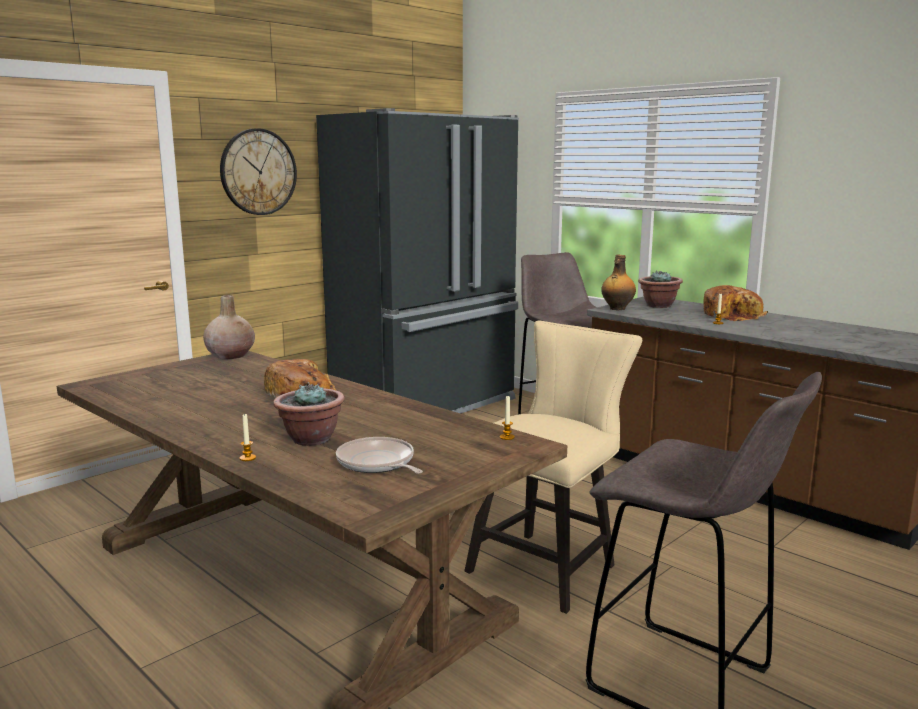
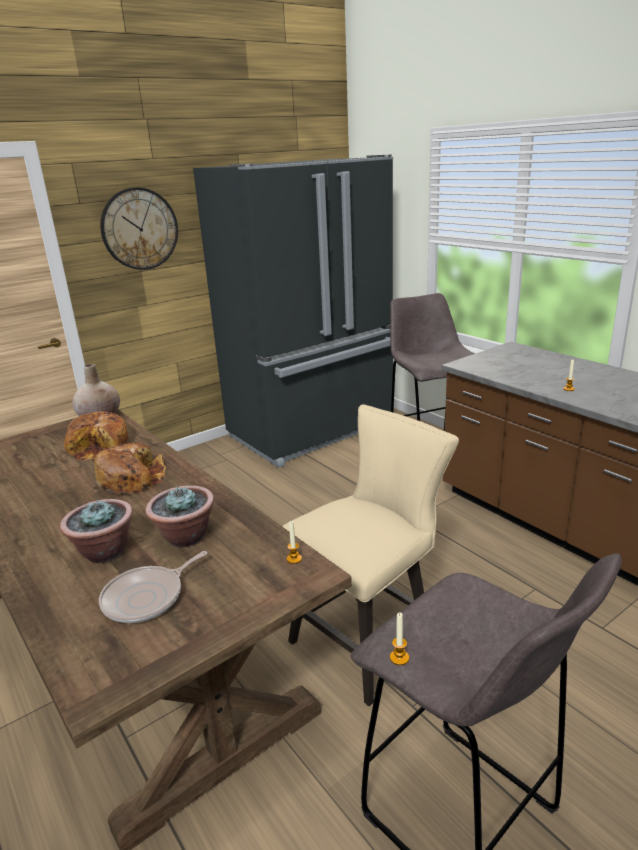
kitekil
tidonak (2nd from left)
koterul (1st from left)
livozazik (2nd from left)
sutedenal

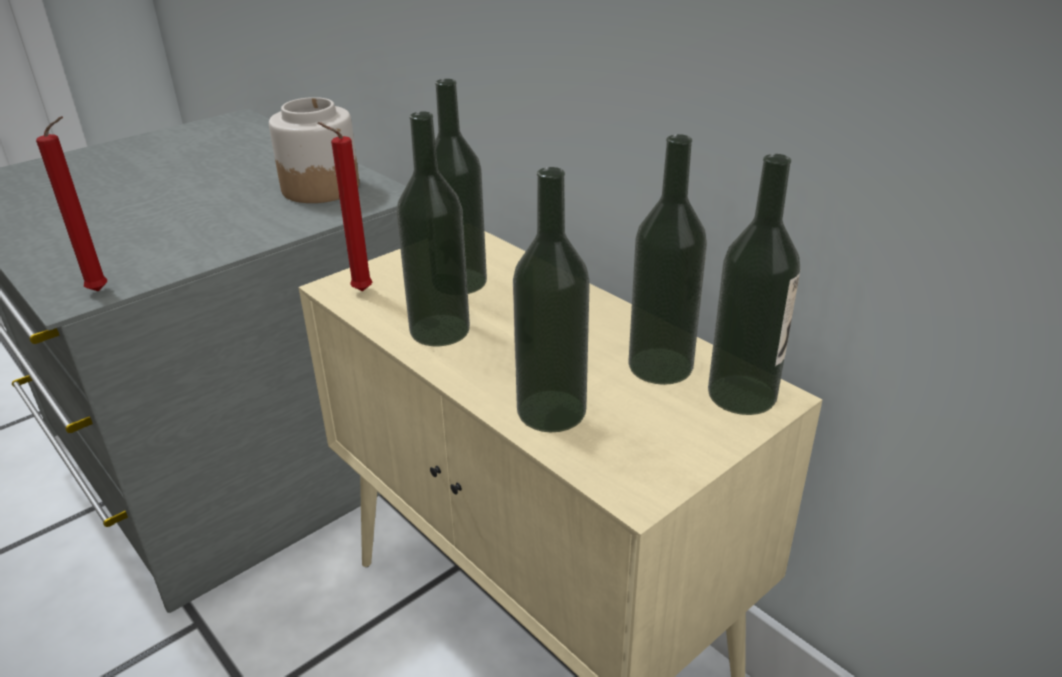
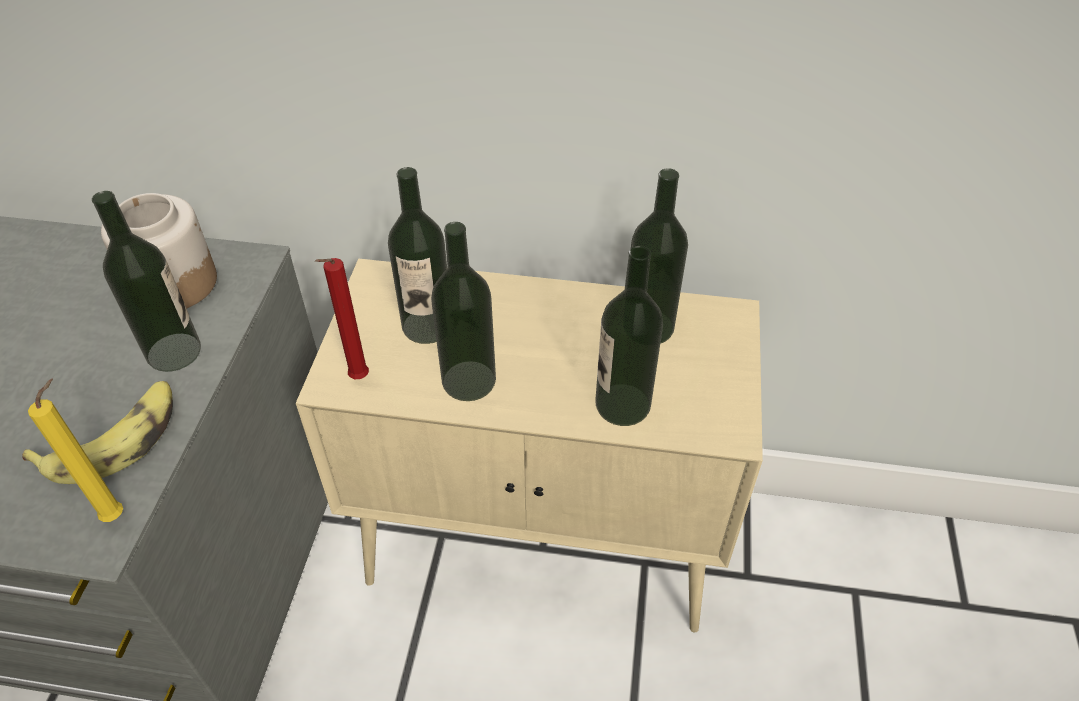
yellow livozazik
kitekil (1st from left)
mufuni

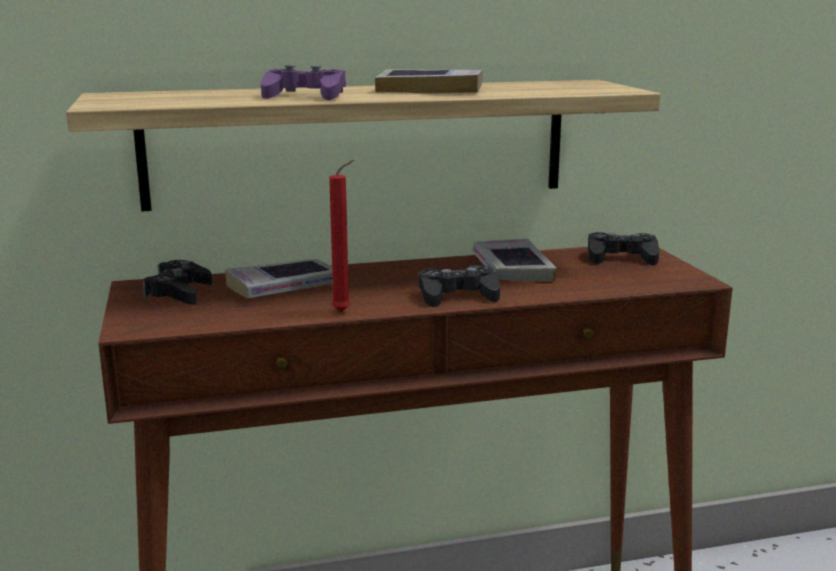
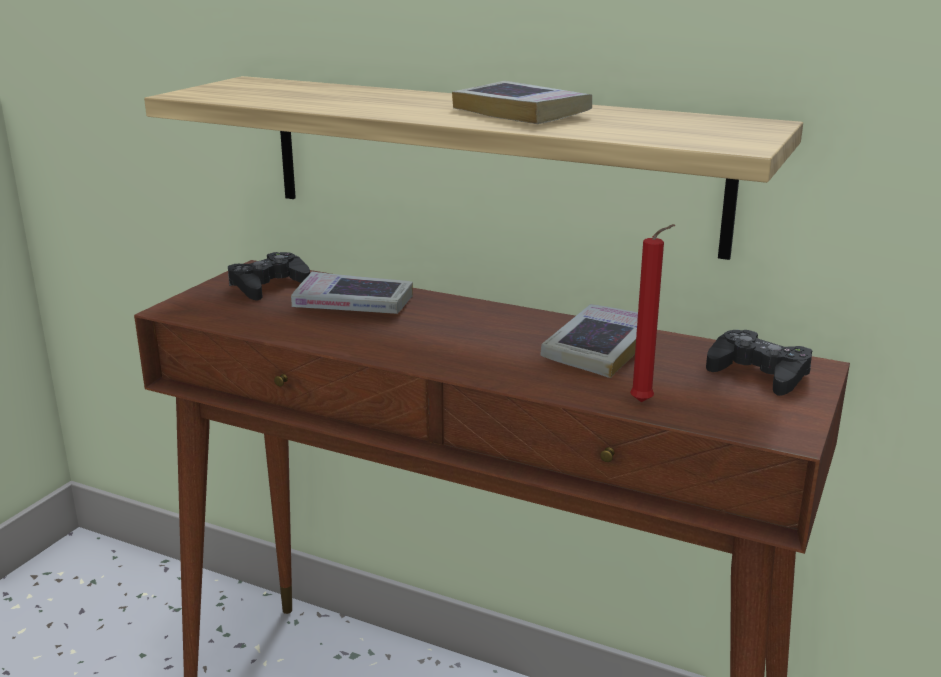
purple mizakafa
red livozazik
black mizakafa (2nd from left in the first image)

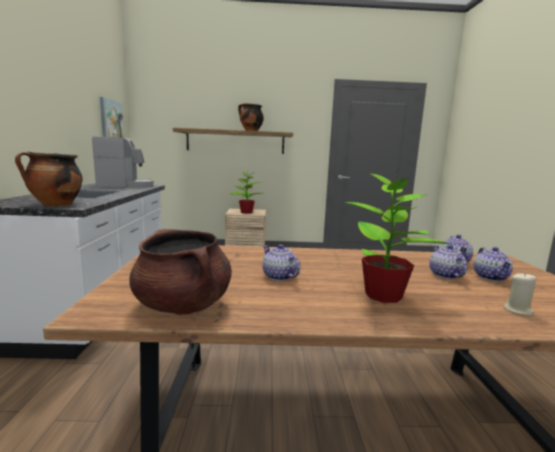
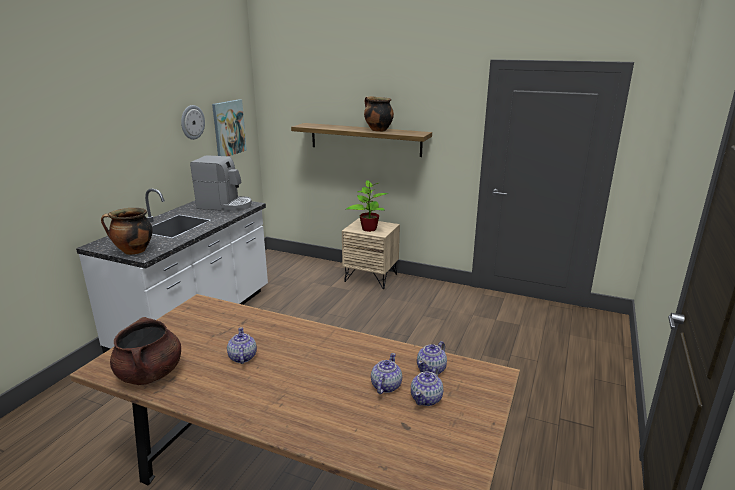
tidonak (2nd from left in the first image)
beige livozazik
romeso

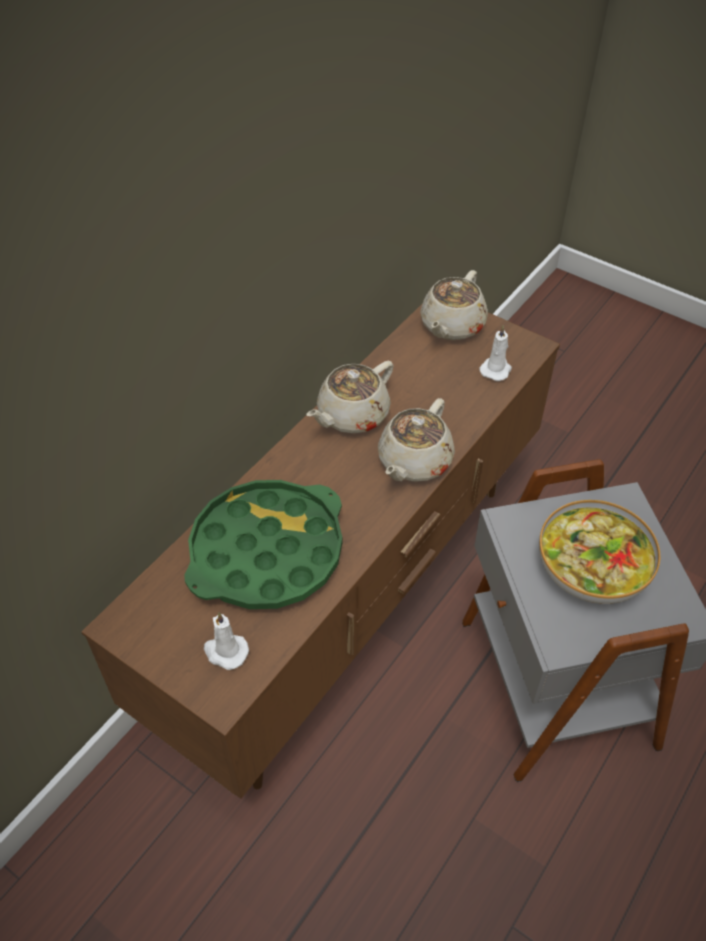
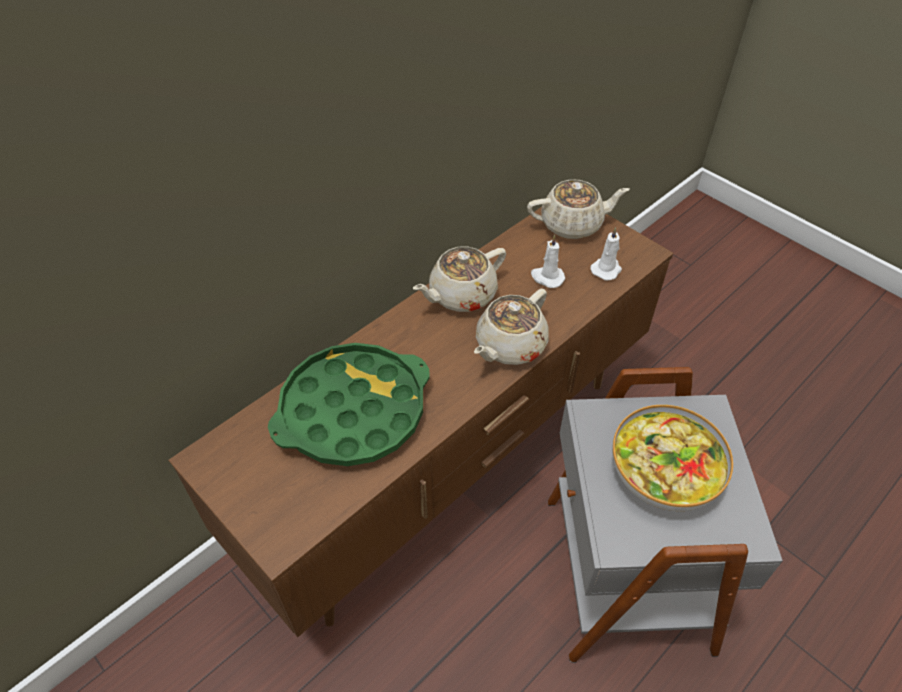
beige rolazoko (3rd from left)
white livozazik (1st from left)

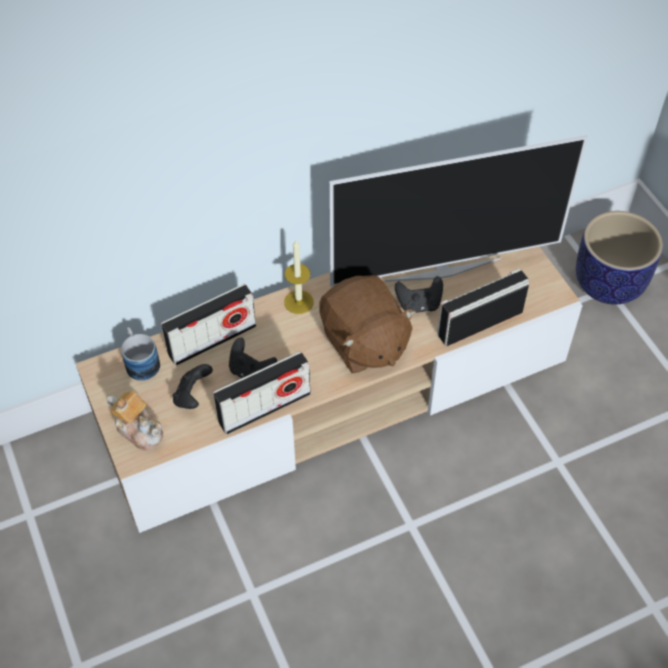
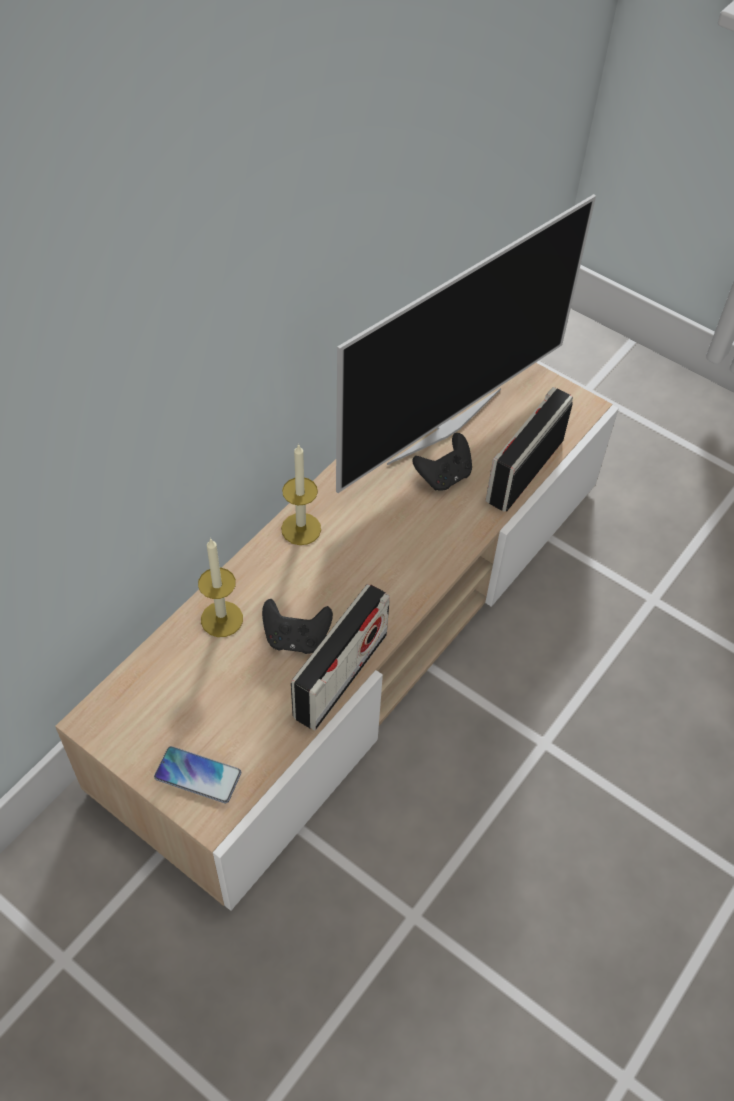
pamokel
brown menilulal
livozazik (1st from left)
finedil
black mizakafa (1st from left in the first image)
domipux

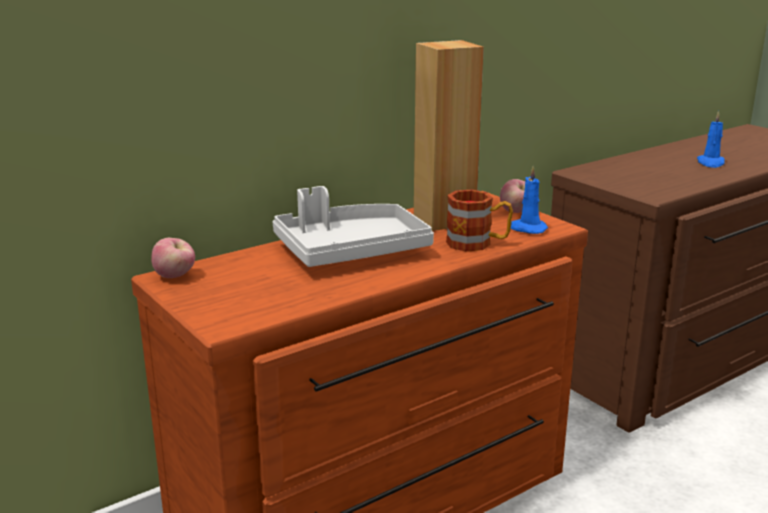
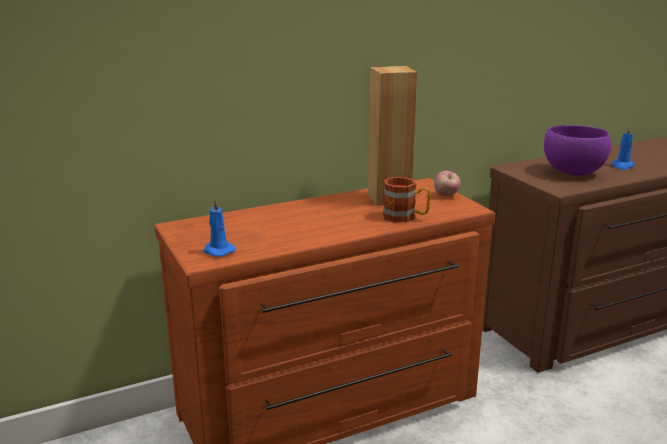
blue livozazik (1st from left)
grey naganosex
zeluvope (1st from left in the first image)
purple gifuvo

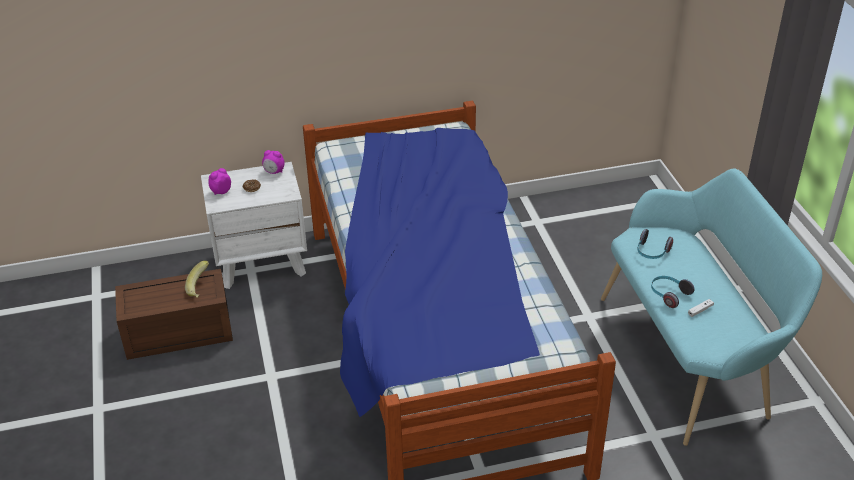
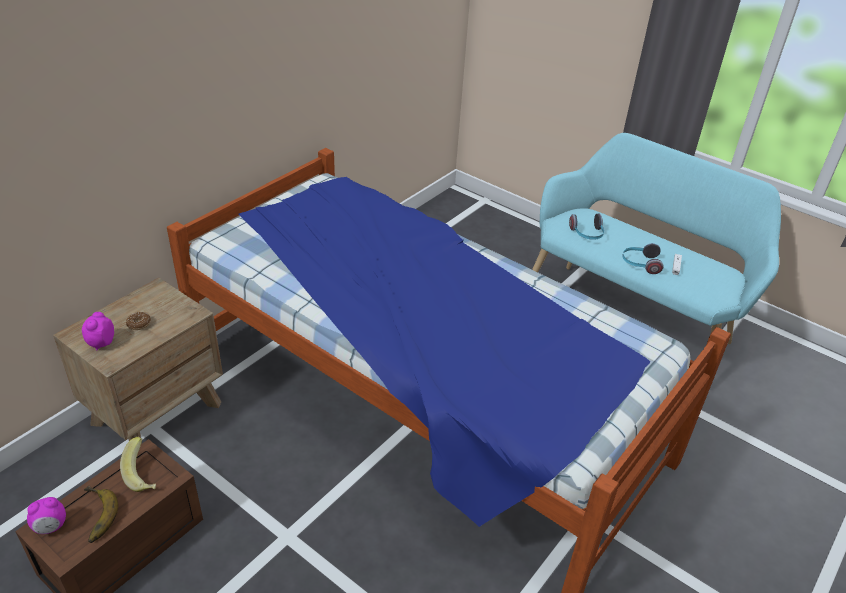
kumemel (1st from left)
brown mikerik
mufuni (1st from left)

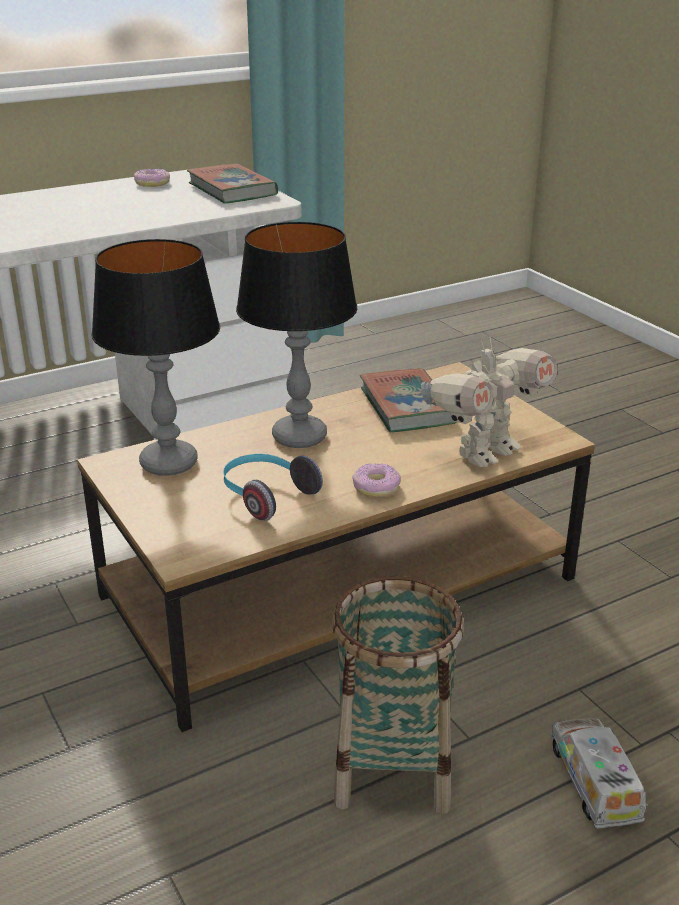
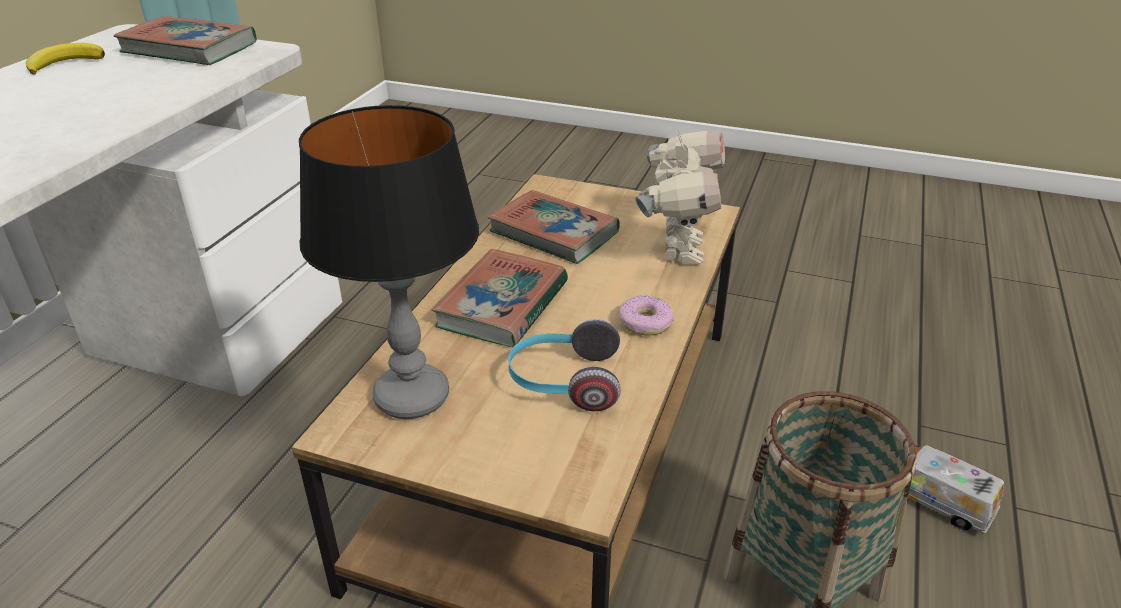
mufuni
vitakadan (2nd from left)

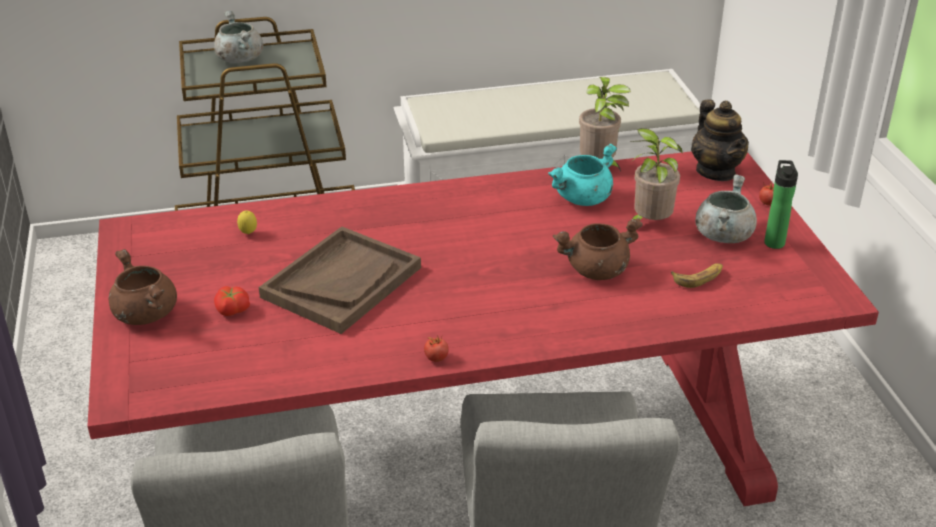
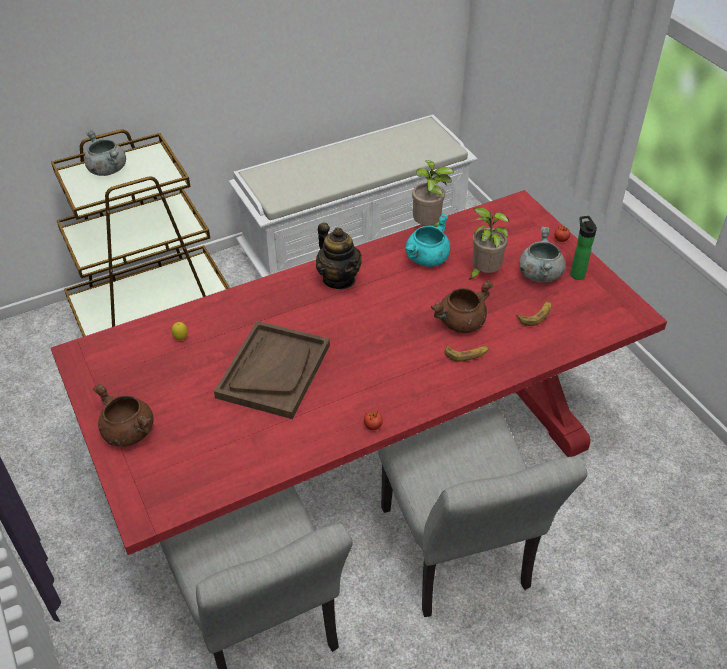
rolazoko
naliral (1st from left in the first image)
mufuni (1st from left)

